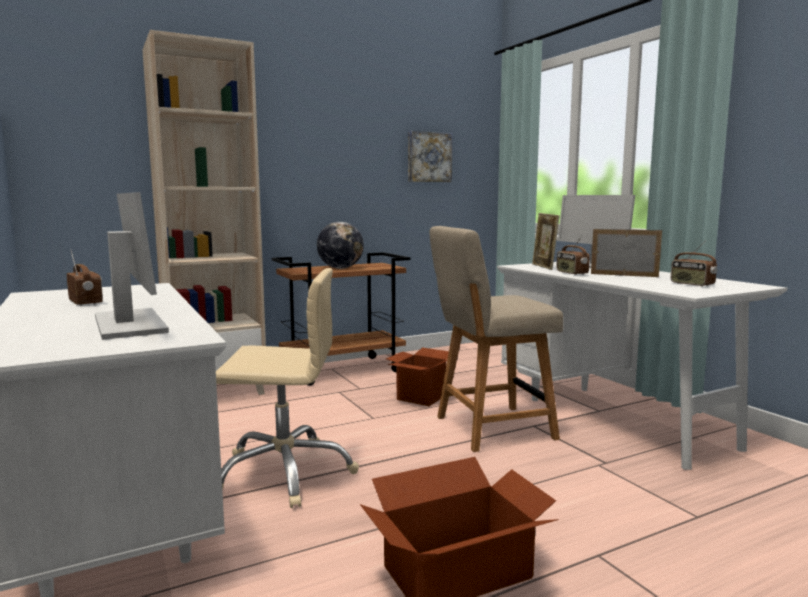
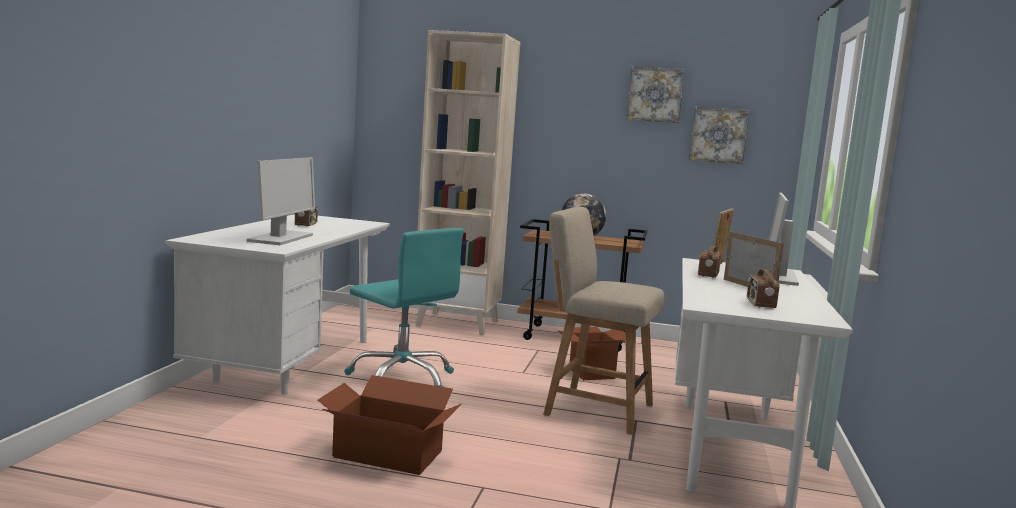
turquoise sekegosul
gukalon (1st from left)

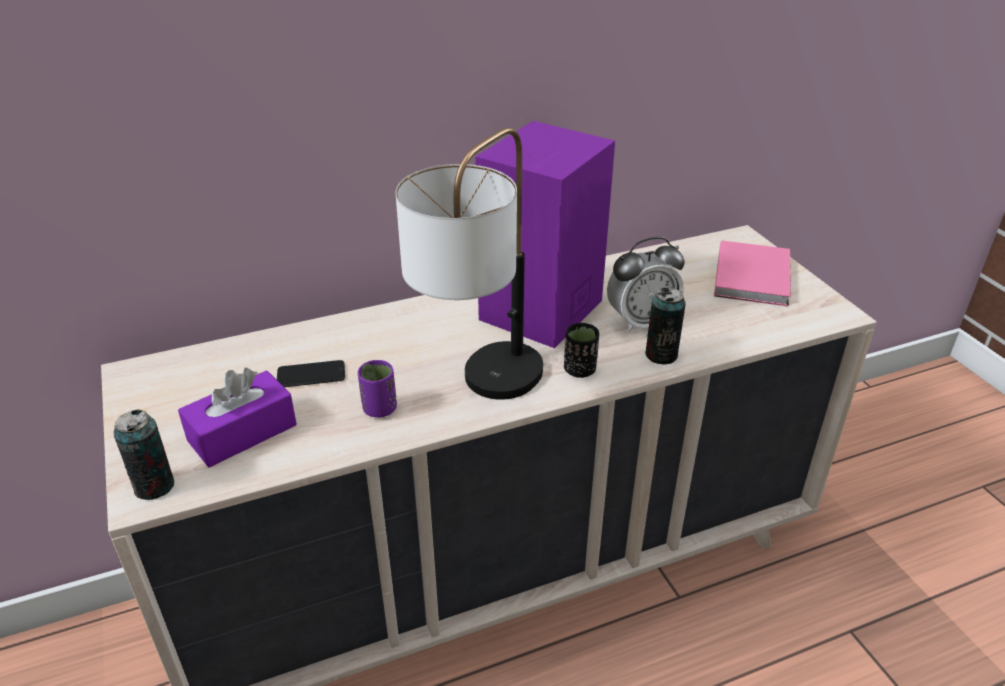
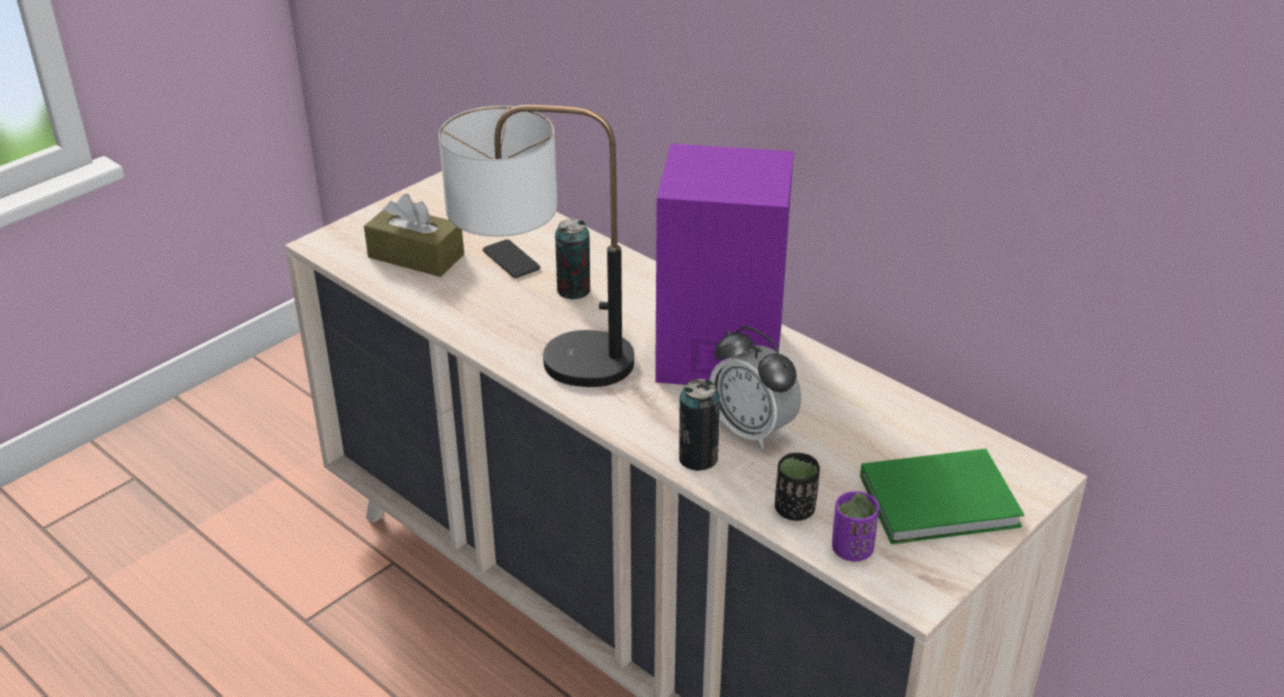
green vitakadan
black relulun
purple relulun
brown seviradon
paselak (1st from left)

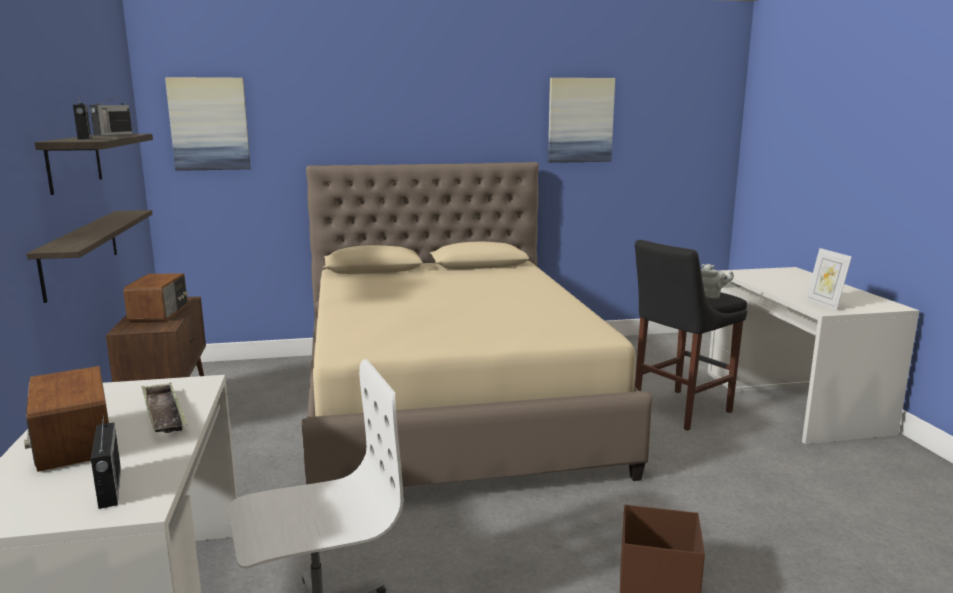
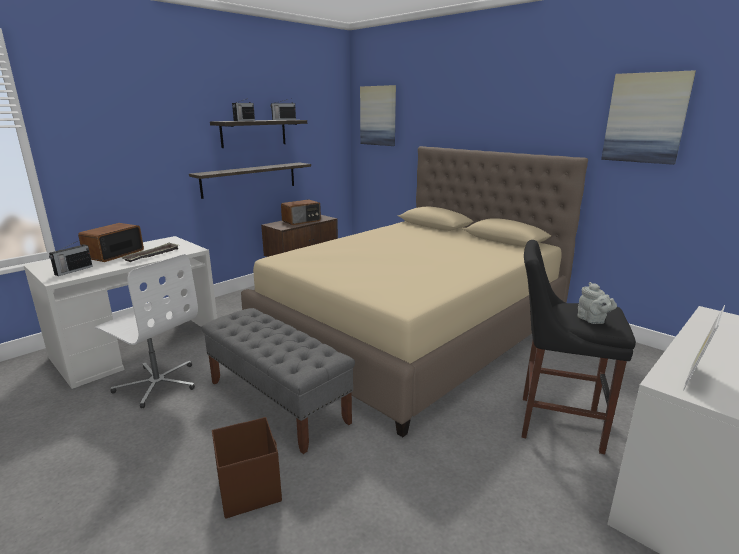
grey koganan

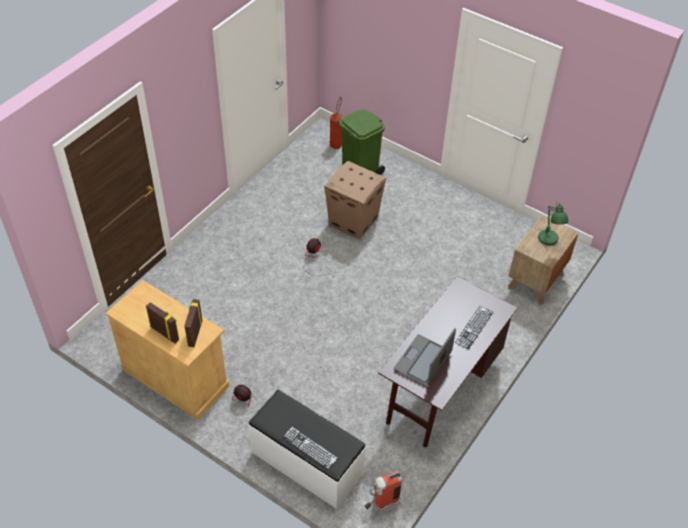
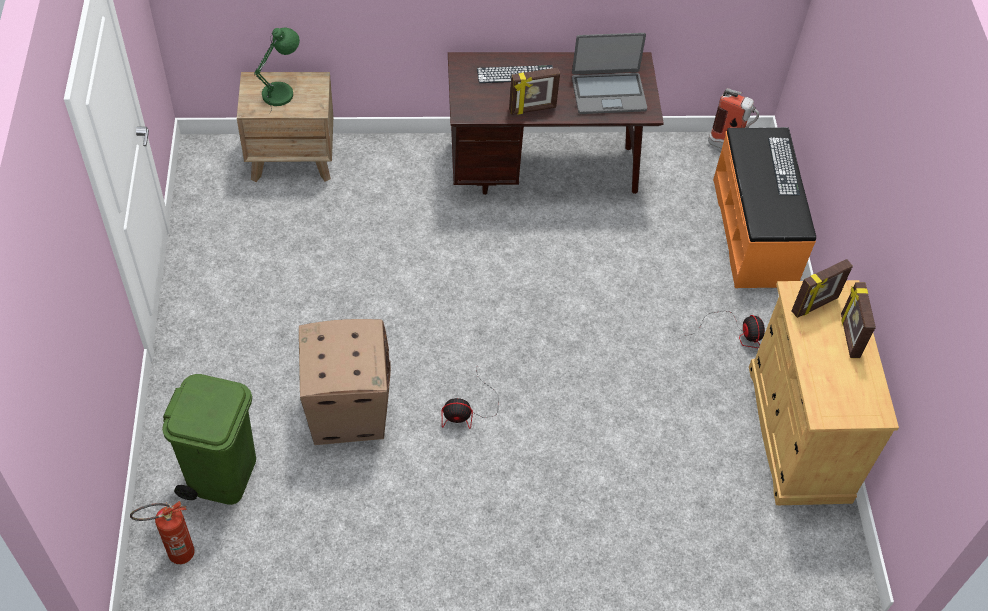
orange koganan
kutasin (1st from left)

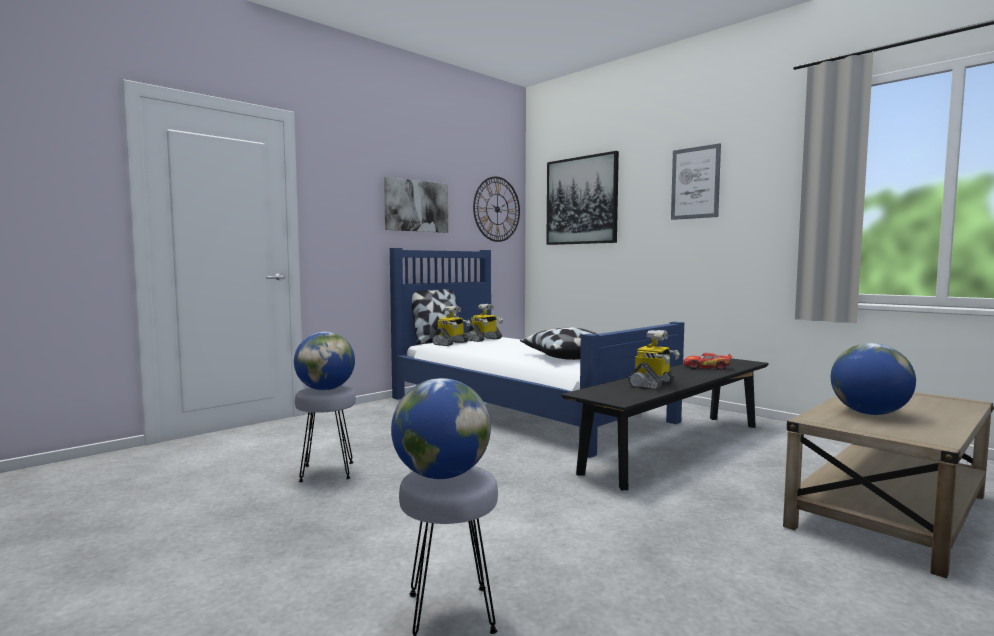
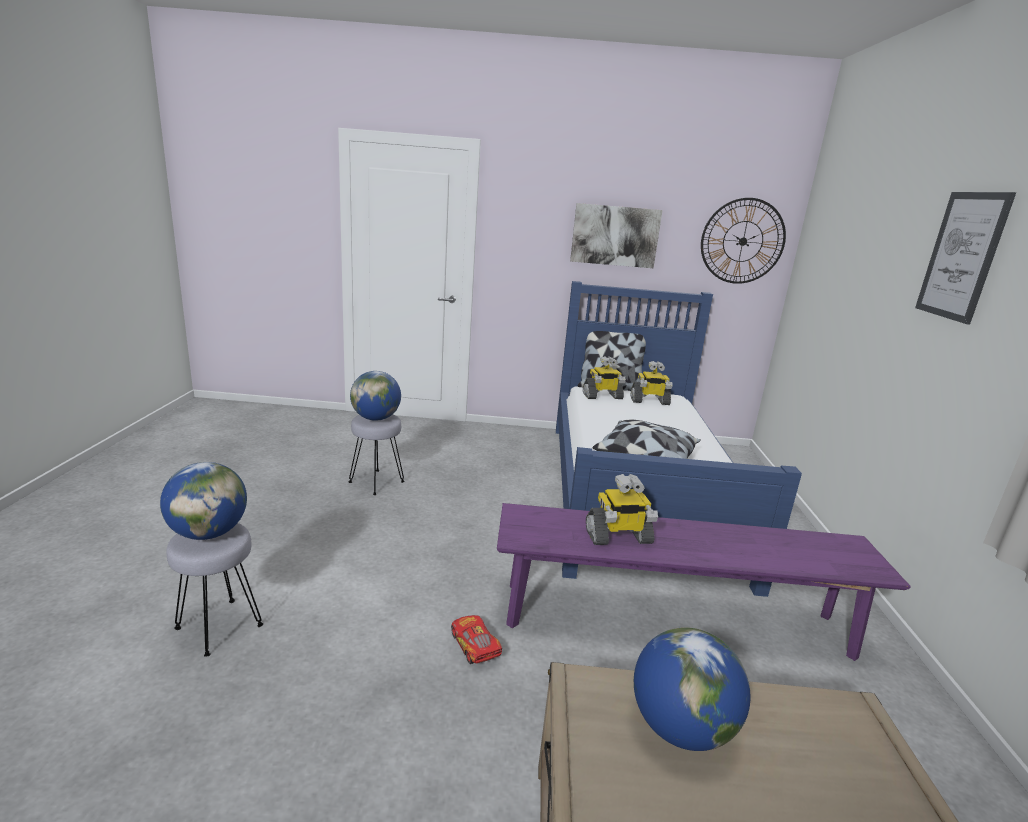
gukalon (2nd from left in the first image)
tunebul
purple koganan

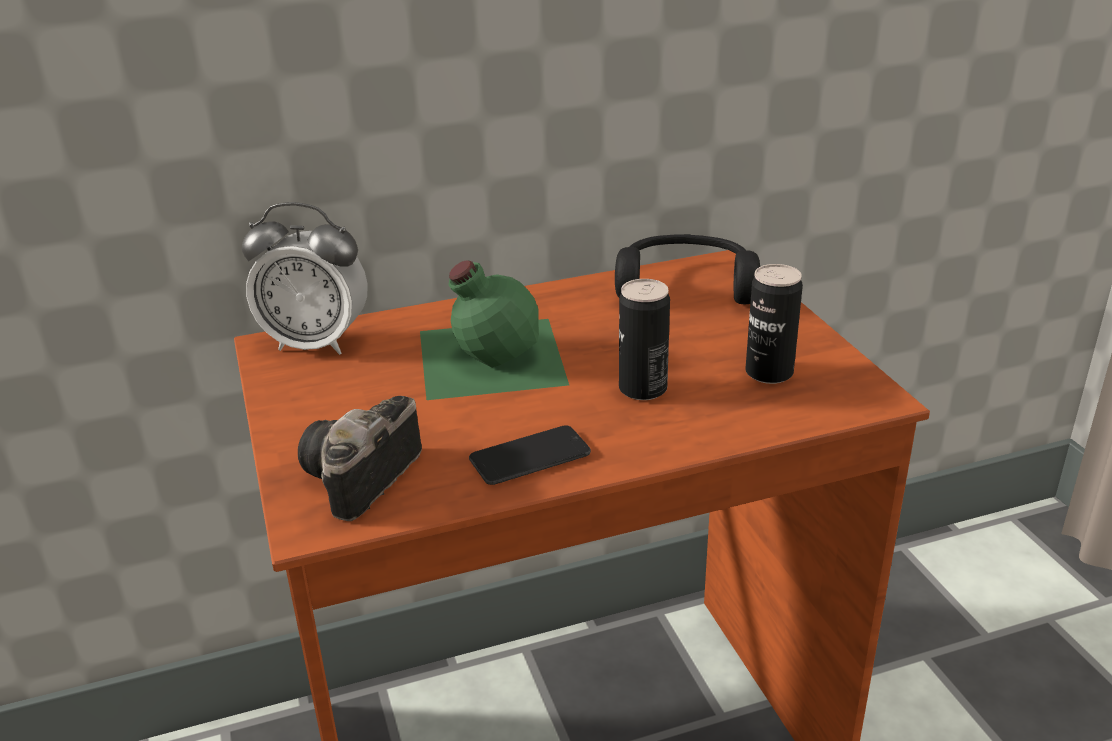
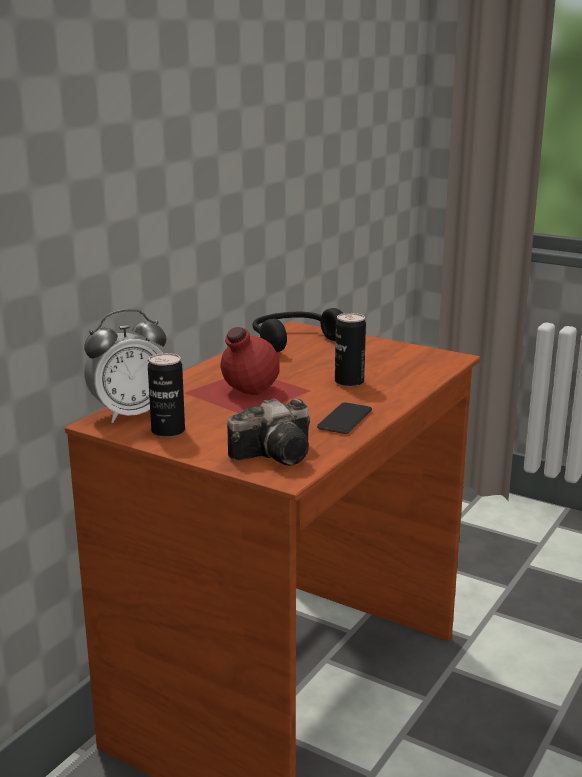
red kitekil
paselak (1st from left)
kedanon

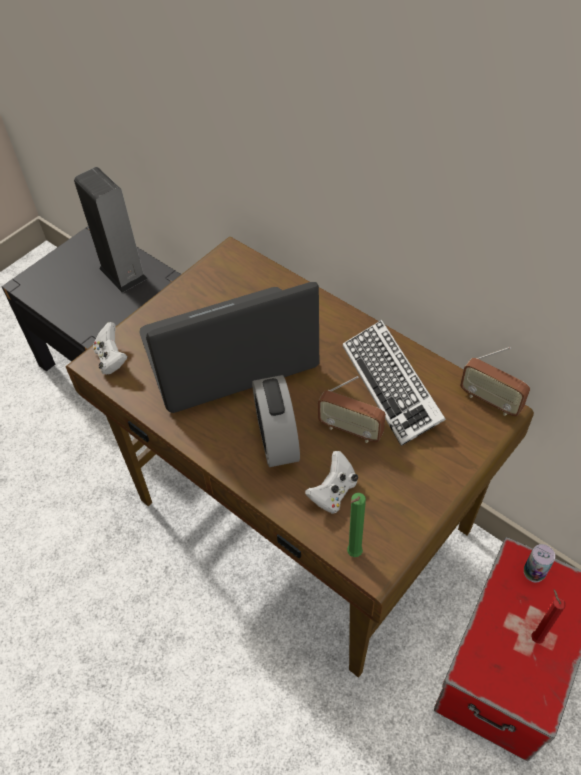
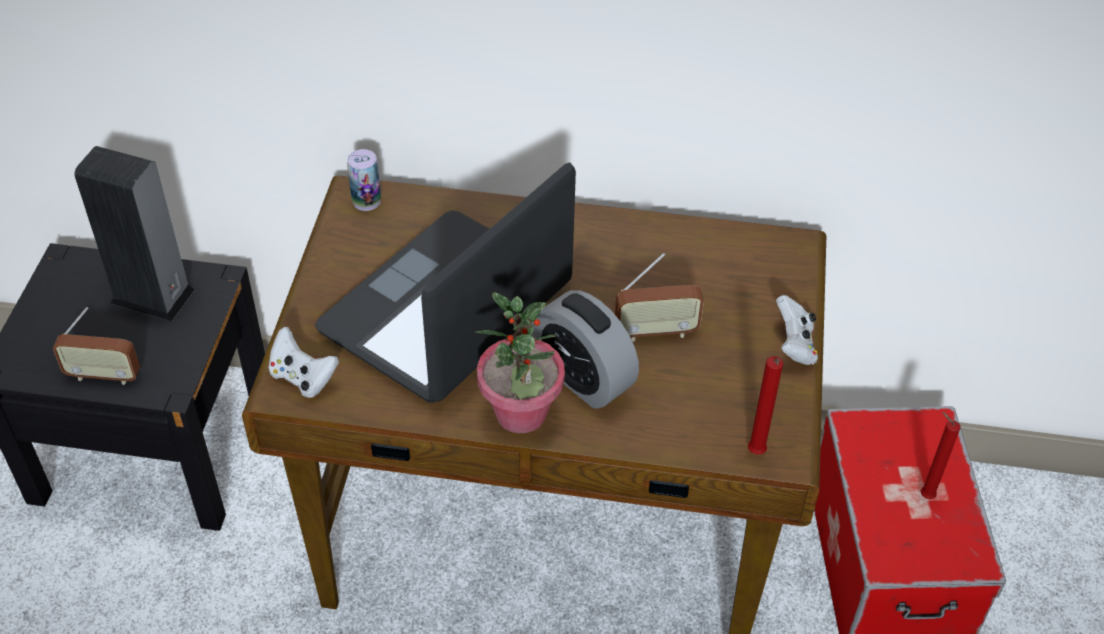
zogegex
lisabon (1st from left)
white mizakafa (2nd from left)
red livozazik (1st from left)
paselak
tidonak

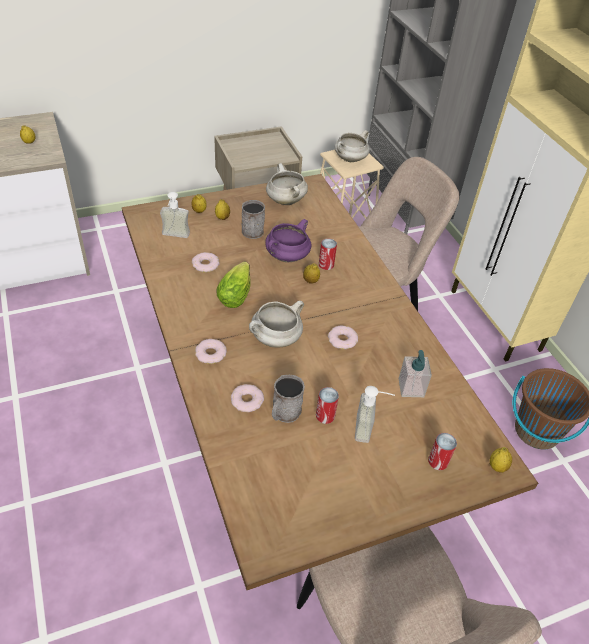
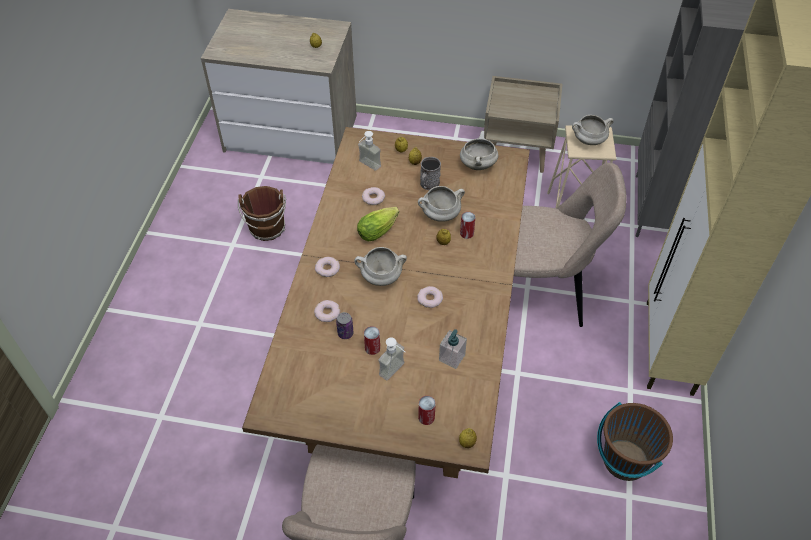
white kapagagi (2nd from left)
paselak (1st from left)
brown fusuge (1st from left)

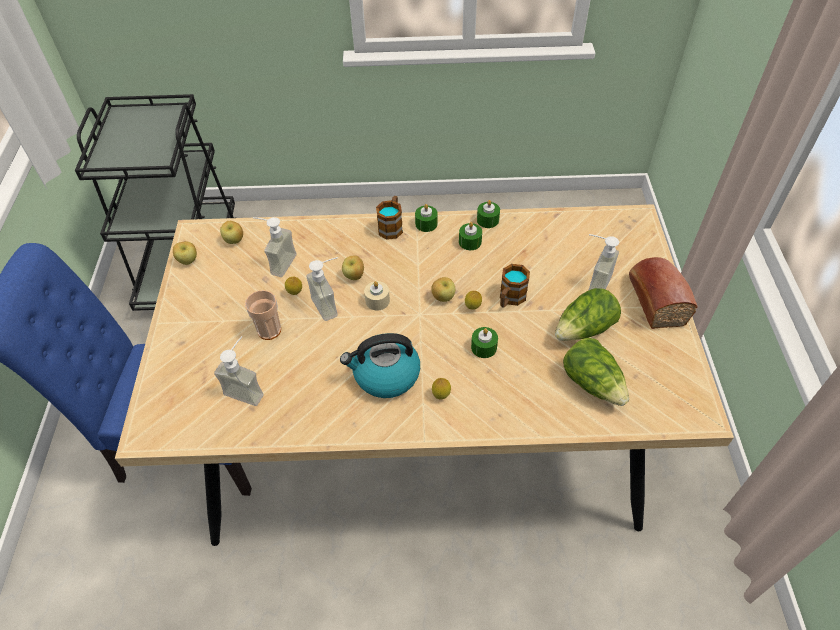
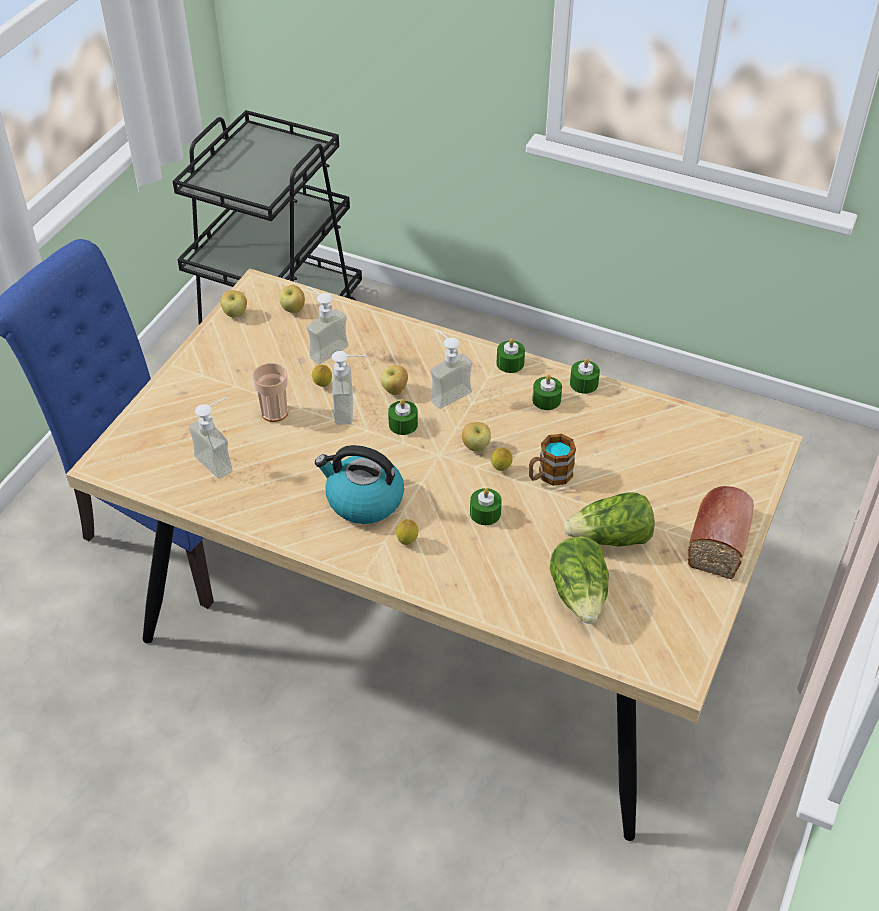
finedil (1st from left in the first image)
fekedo (4th from left)
green livozazik (1st from left)

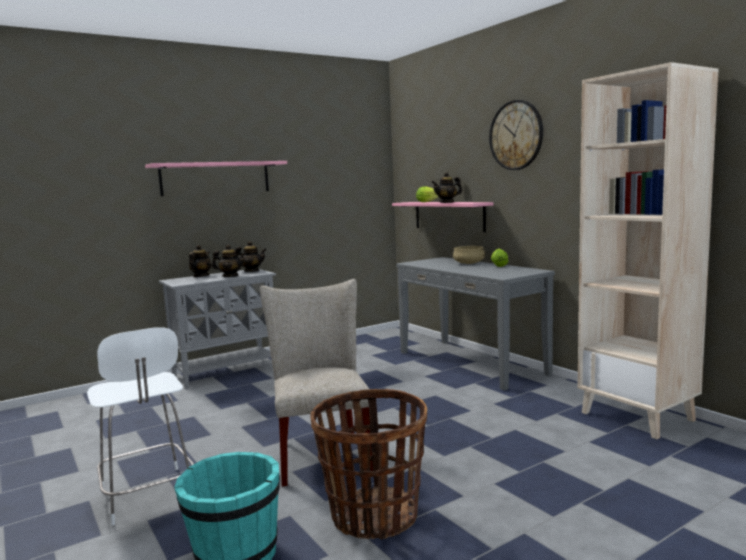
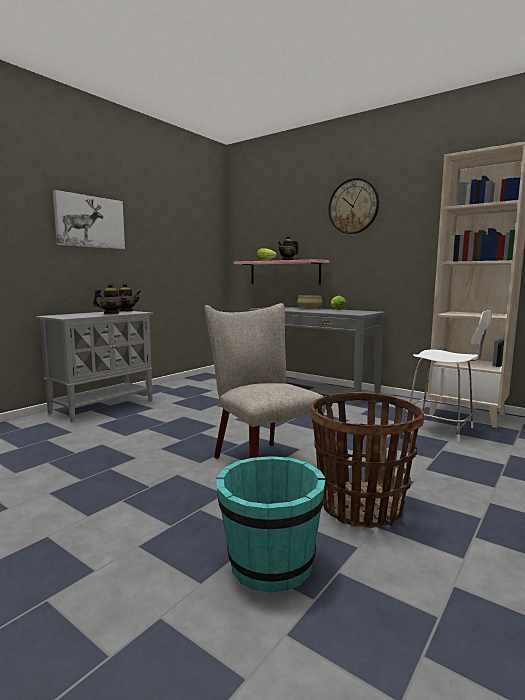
gukalon
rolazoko (1st from left in the first image)
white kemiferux

